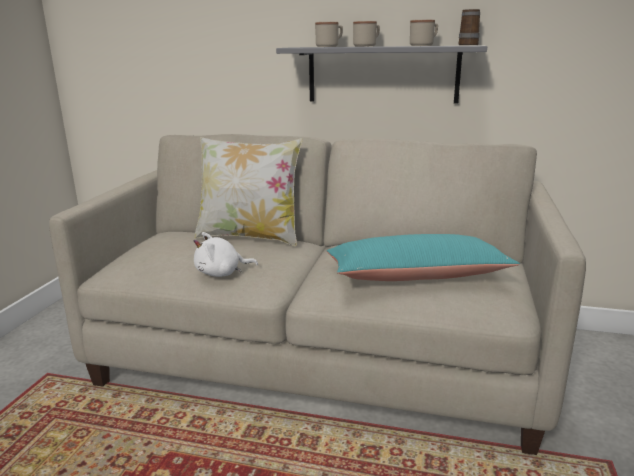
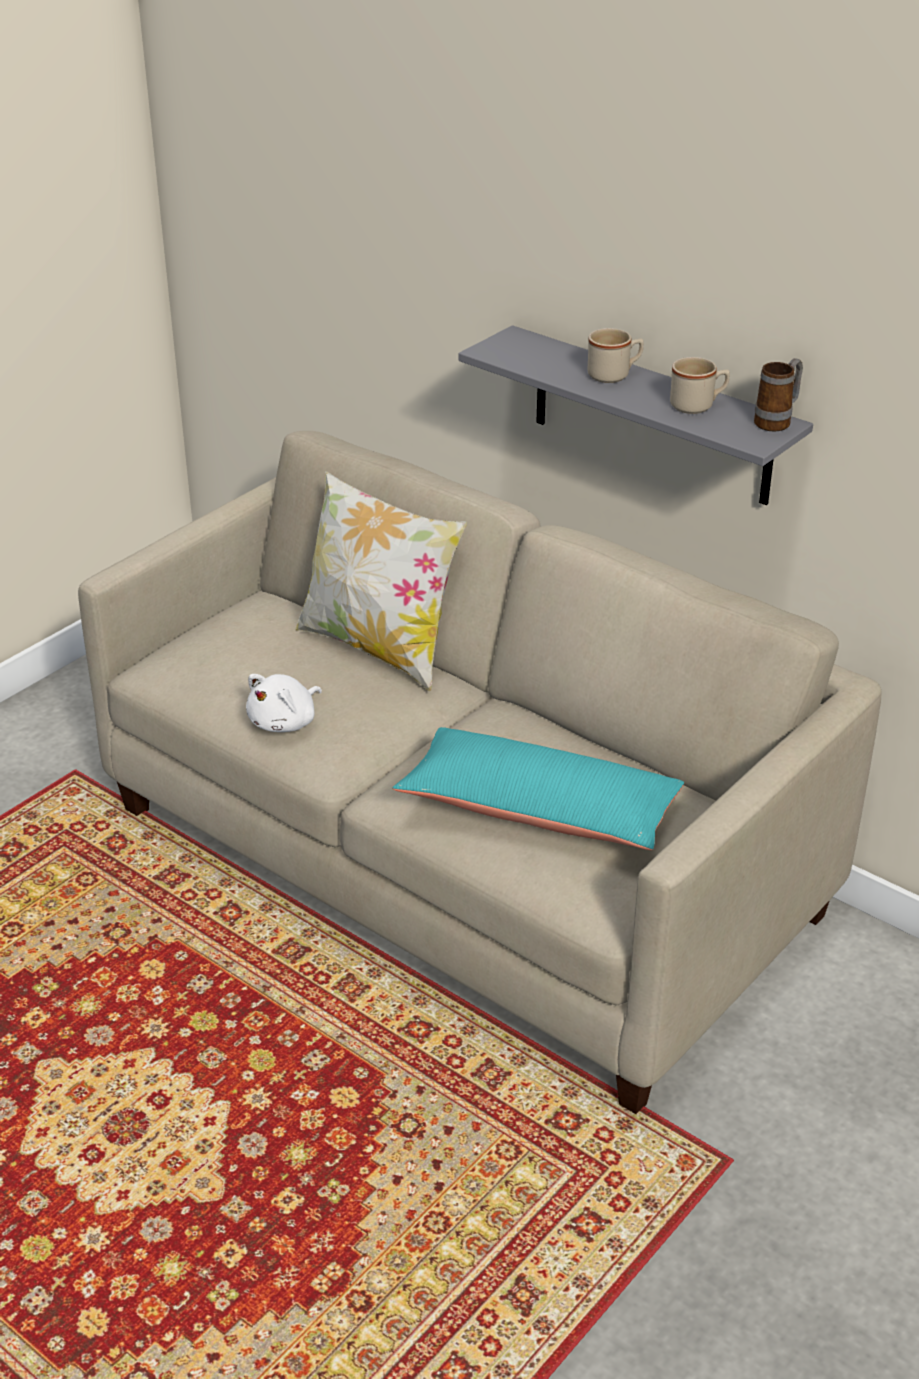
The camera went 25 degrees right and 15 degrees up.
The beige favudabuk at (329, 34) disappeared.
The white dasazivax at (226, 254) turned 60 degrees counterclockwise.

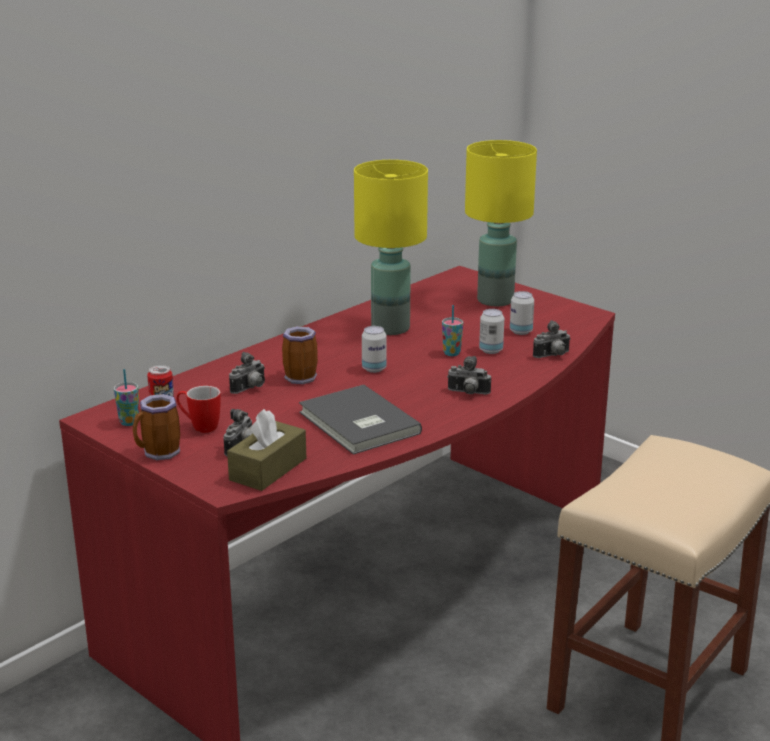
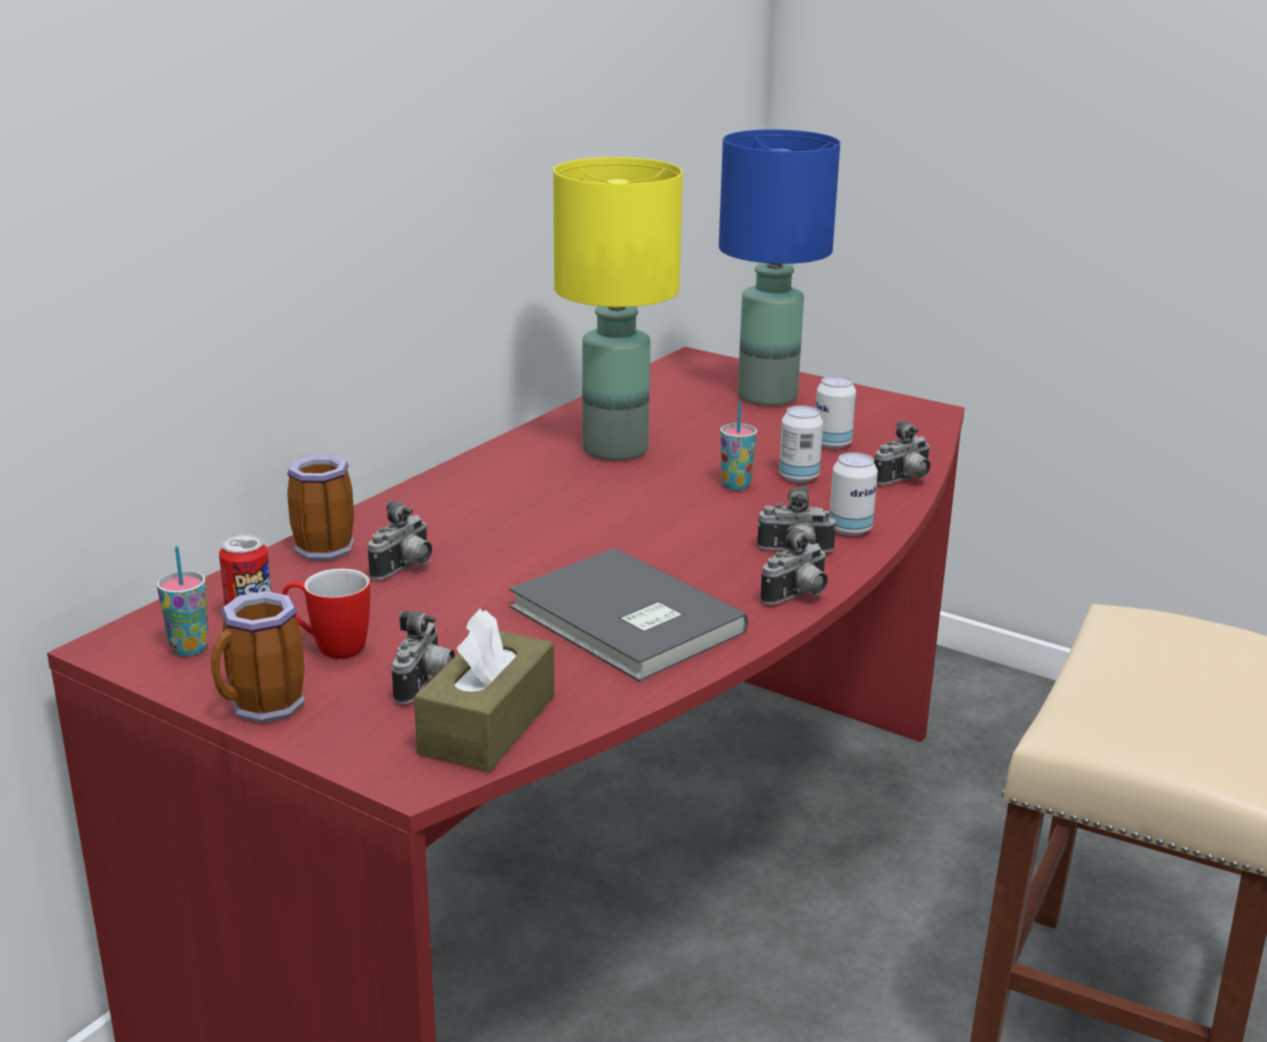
The camera went 10 degrees left and 0 degrees up.
The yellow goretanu at (501, 223) became the blue goretanu at (779, 267).
The favudabuk moved from (300, 355) to (320, 507).
The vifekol moved from (374, 349) to (853, 494).
The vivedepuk at (794, 565) appeared.

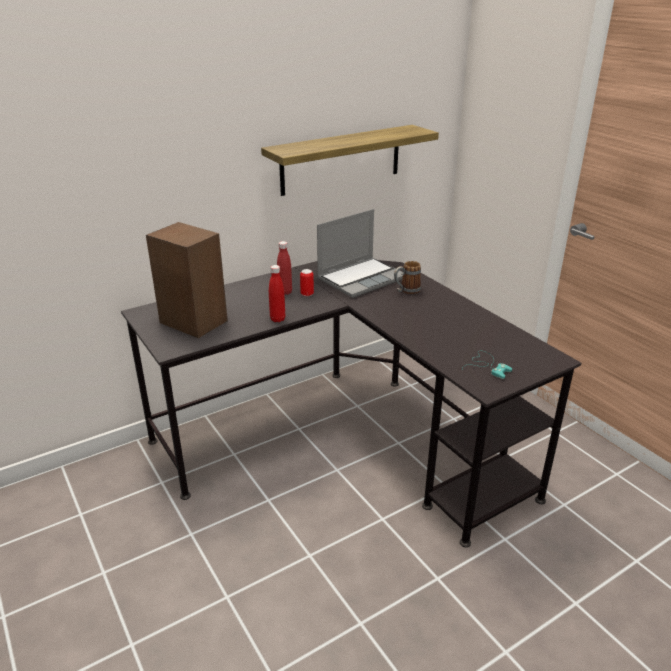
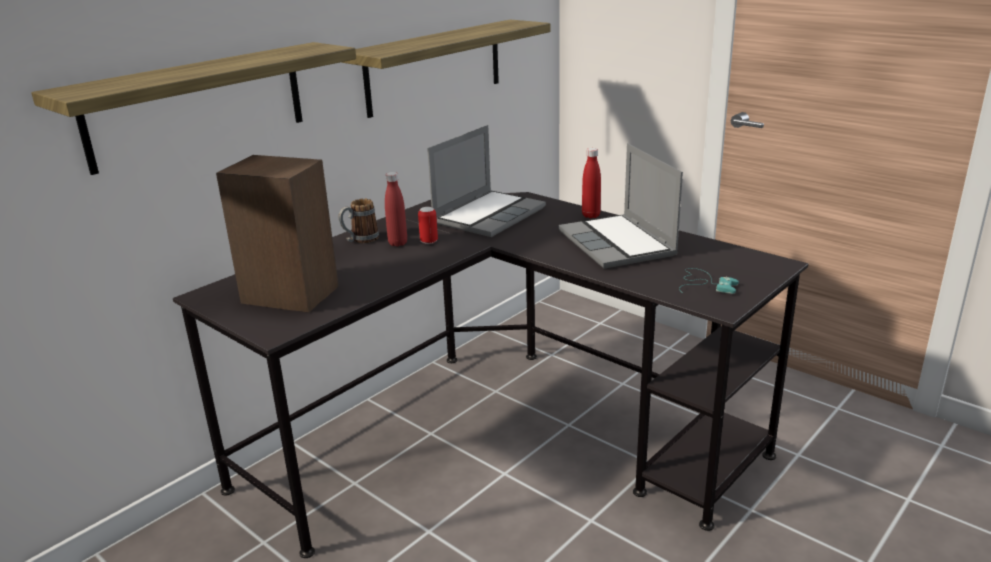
The camera went 15 degrees left and 5 degrees down.
The favudabuk moved from (407, 277) to (359, 221).
The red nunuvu moved from (277, 293) to (591, 183).
The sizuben at (193, 108) appeared.
The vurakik at (620, 206) appeared.

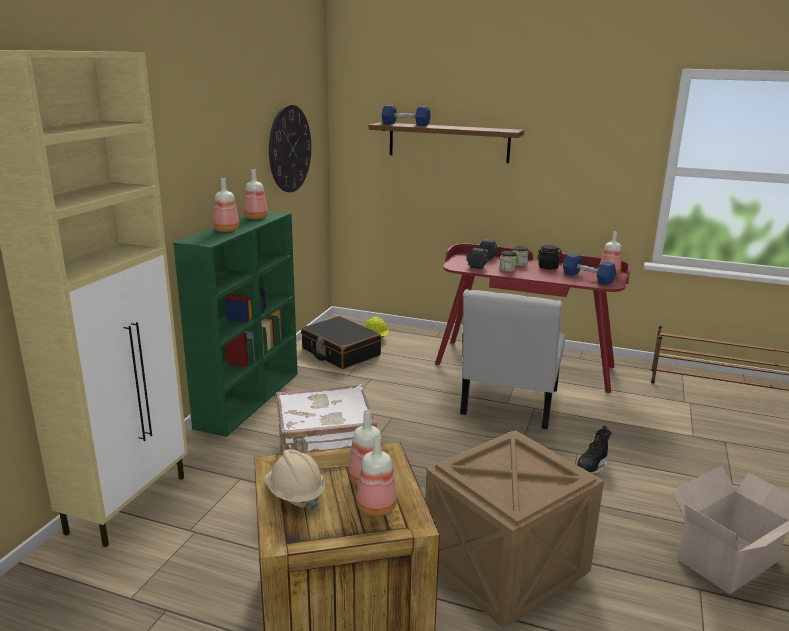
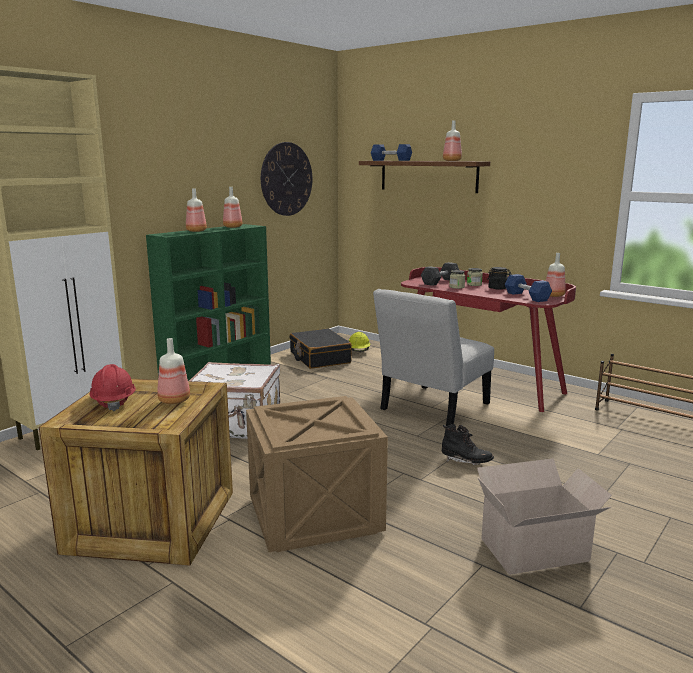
The camera went 20 degrees right and 5 degrees down.
The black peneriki at (594, 450) turned 120 degrees counterclockwise.
The nunuvu moved from (377, 475) to (452, 140).
The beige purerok at (294, 479) became the red purerok at (112, 388).

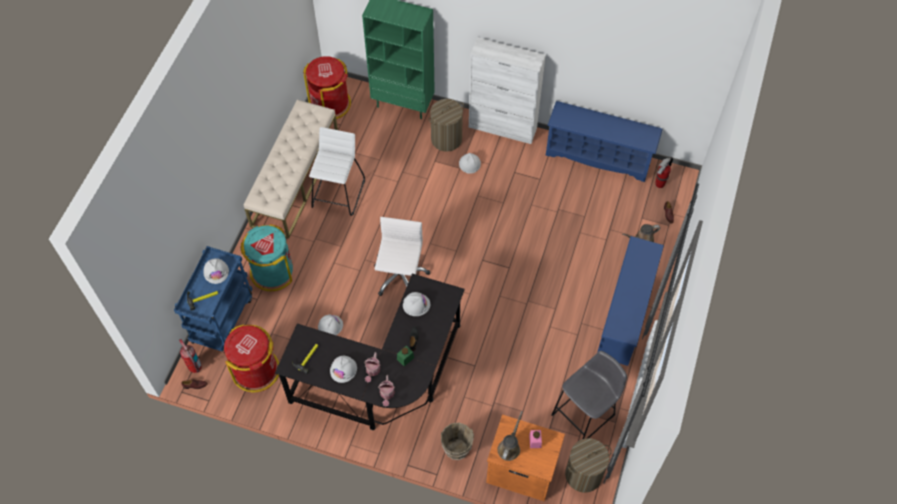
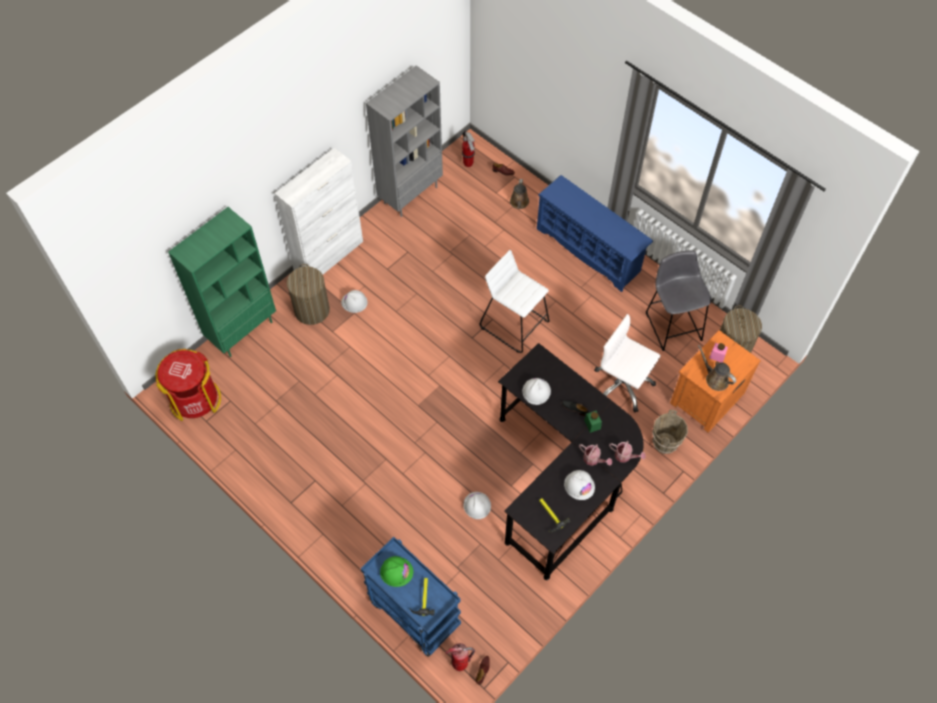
The camera went 65 degrees left and 0 degrees up.
The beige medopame at (291, 169) disappeared.
The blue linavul at (604, 141) was replaced by the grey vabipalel at (404, 141).
The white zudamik moved from (337, 171) to (514, 301).
The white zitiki moved from (402, 256) to (627, 363).
The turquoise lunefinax at (266, 257) disappeared.
The white purerok at (216, 271) became the green purerok at (396, 571).
The red lunefinax at (251, 358) disappeared.

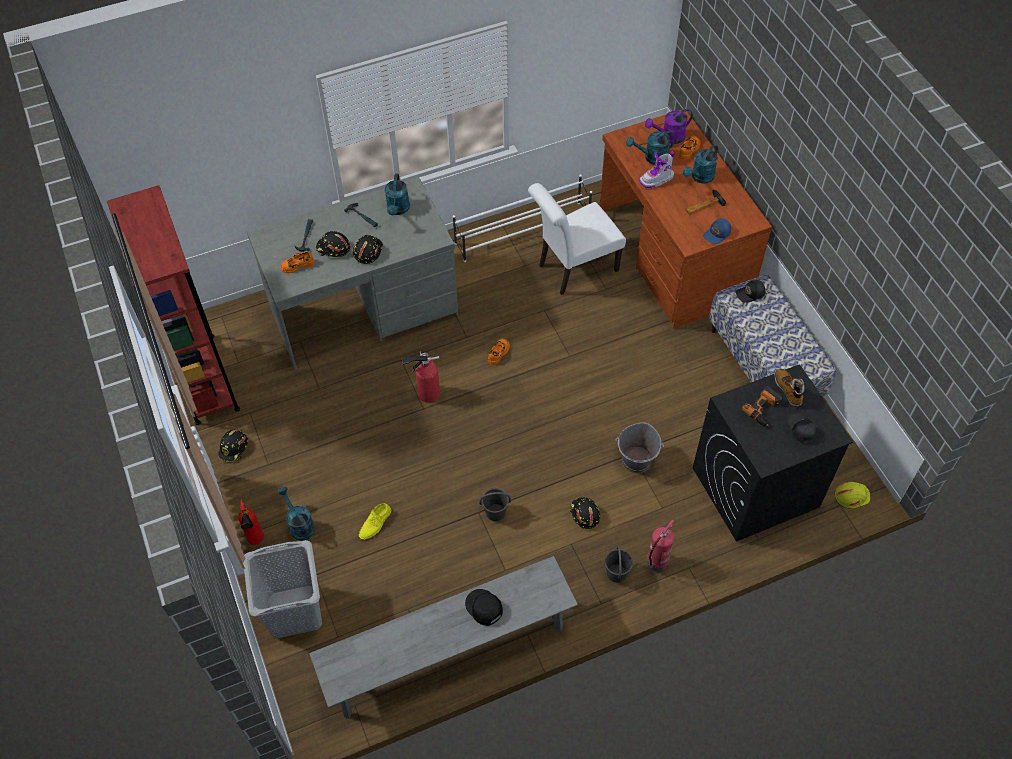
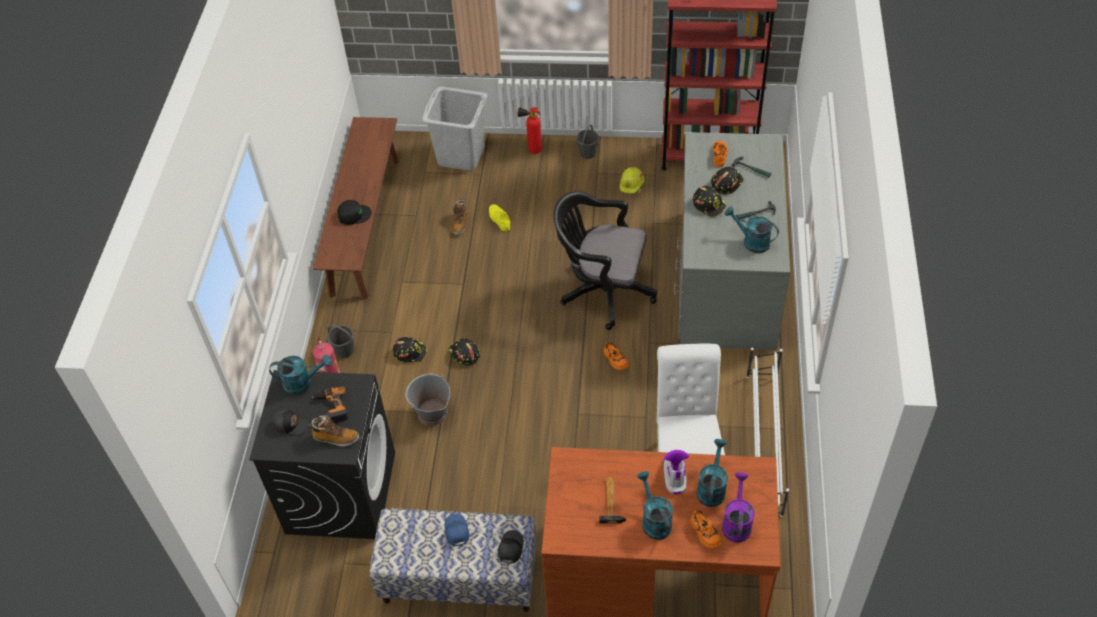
The camera went 120 degrees right and 5 degrees down.
The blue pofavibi moved from (717, 231) to (456, 530).
The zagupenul at (420, 377) was replaced by the black zitiki at (605, 260).
The black purerok moved from (233, 446) to (464, 352).
The yellow purerok moved from (852, 495) to (632, 180).
The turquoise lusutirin moved from (296, 514) to (300, 374).
The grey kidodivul moved from (495, 504) to (587, 141).
The grey medopame at (443, 637) became the brown medopame at (355, 208).
The peneriki at (459, 217) appeared.

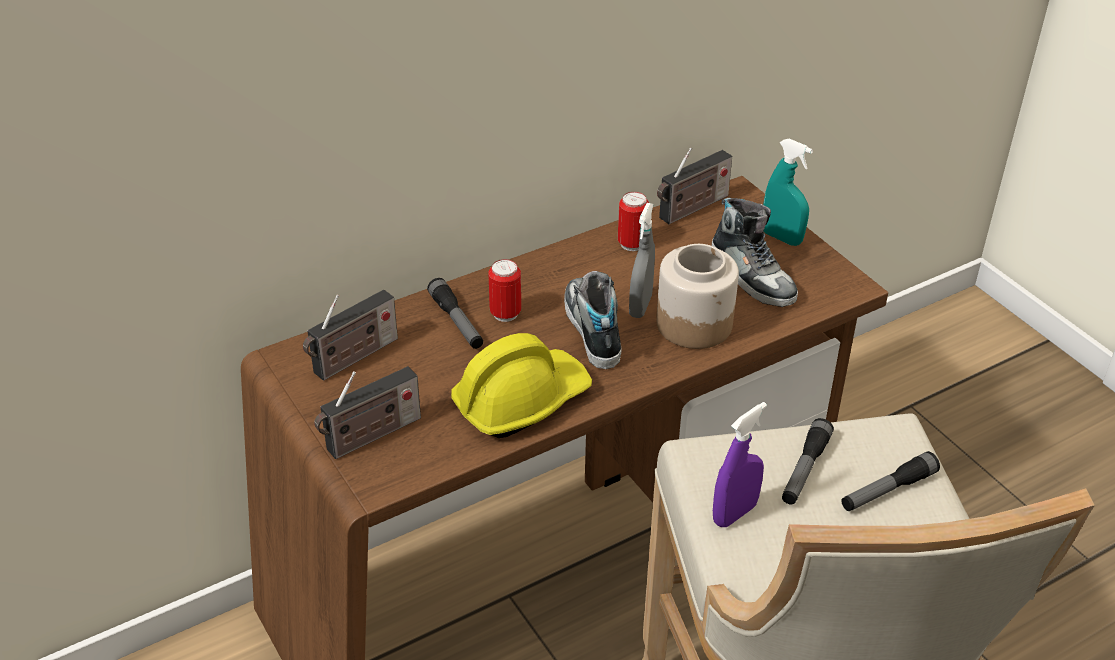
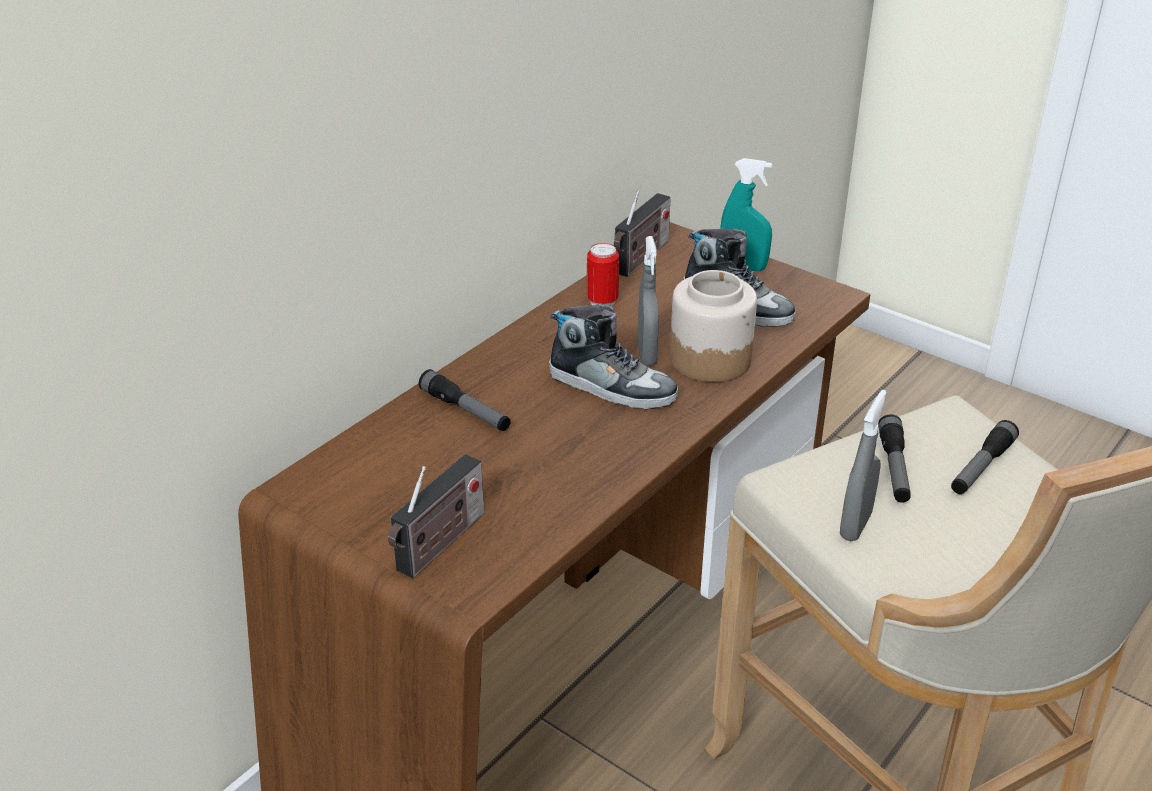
The camera went 20 degrees left and 5 degrees down.
The vifekol at (504, 290) disappeared.
The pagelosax at (593, 320) turned 150 degrees clockwise.
The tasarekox at (350, 335) disappeared.
The yellow purerok at (521, 385) disappeared.
The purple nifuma at (740, 464) became the grey nifuma at (863, 465).

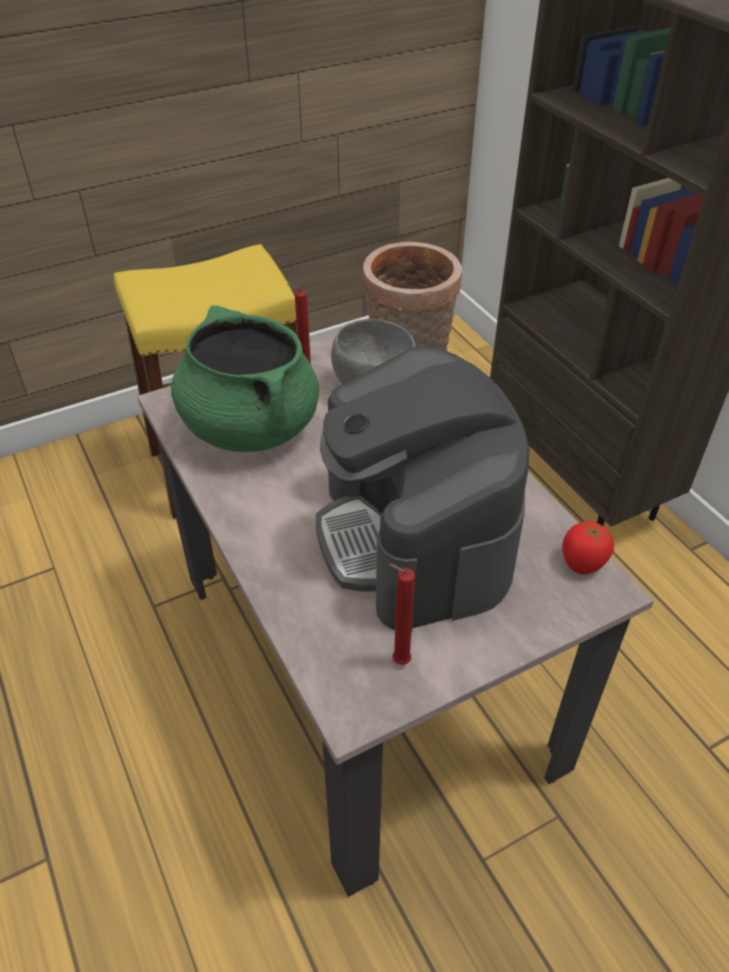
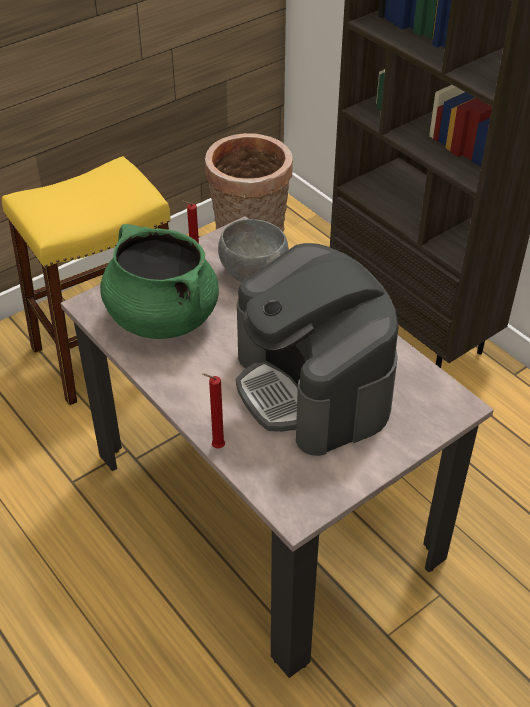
The camera went 10 degrees left and 0 degrees up.
The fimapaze at (588, 547) disappeared.
The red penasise moved from (402, 614) to (214, 410).

